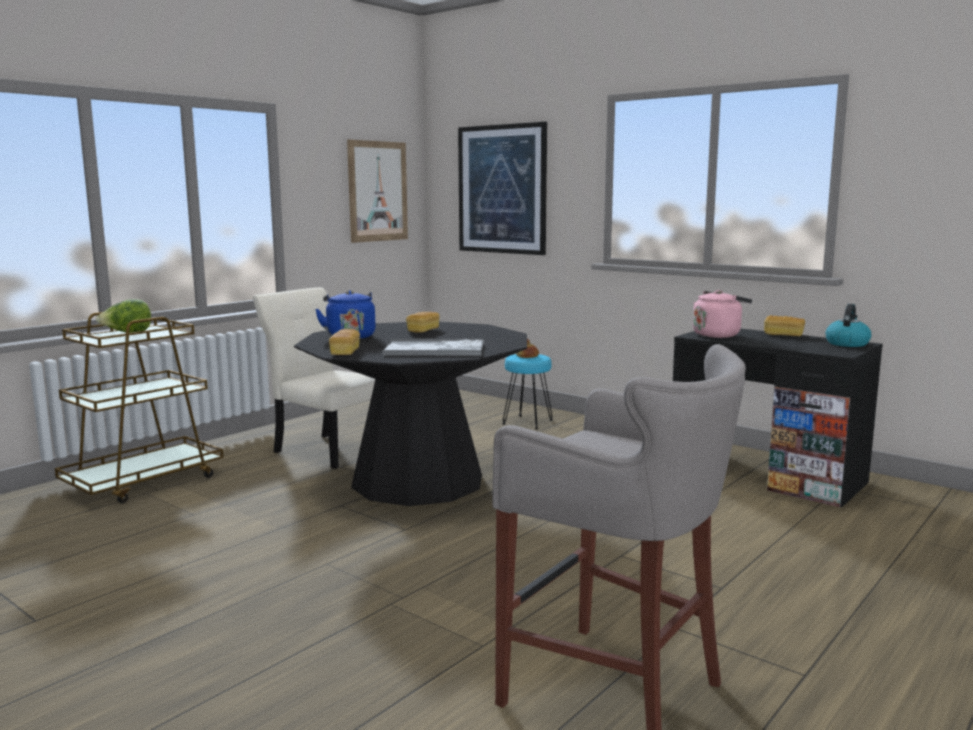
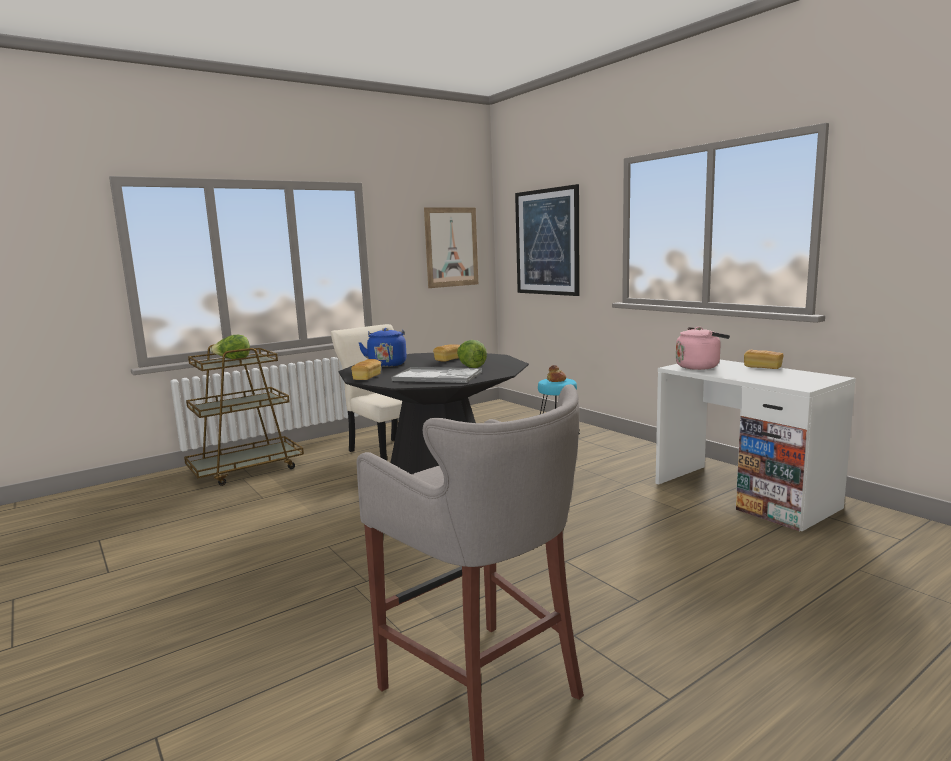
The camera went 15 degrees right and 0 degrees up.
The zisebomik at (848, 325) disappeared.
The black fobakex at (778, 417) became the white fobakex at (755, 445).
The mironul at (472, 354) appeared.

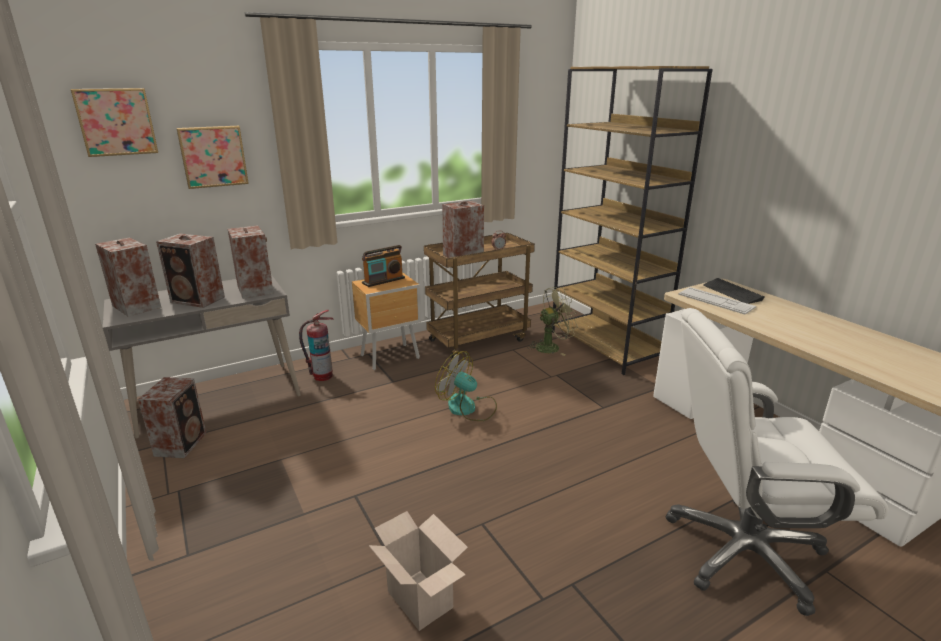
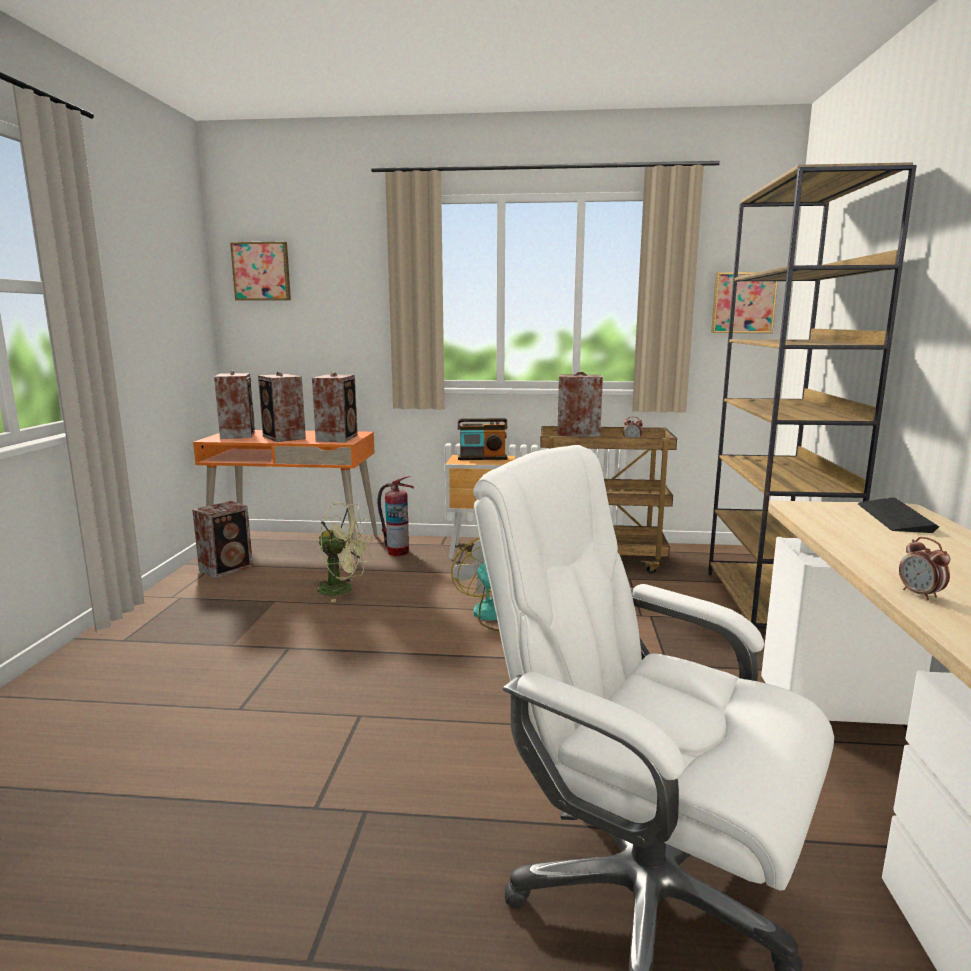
The camera went 35 degrees right and 10 degrees down.
The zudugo moved from (212, 157) to (744, 302).
The grey fobakex at (202, 357) became the orange fobakex at (285, 496).
The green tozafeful moved from (552, 321) to (343, 552).
The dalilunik at (717, 301) disappeared.
The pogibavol at (418, 571) disappeared.
The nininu at (924, 568) appeared.

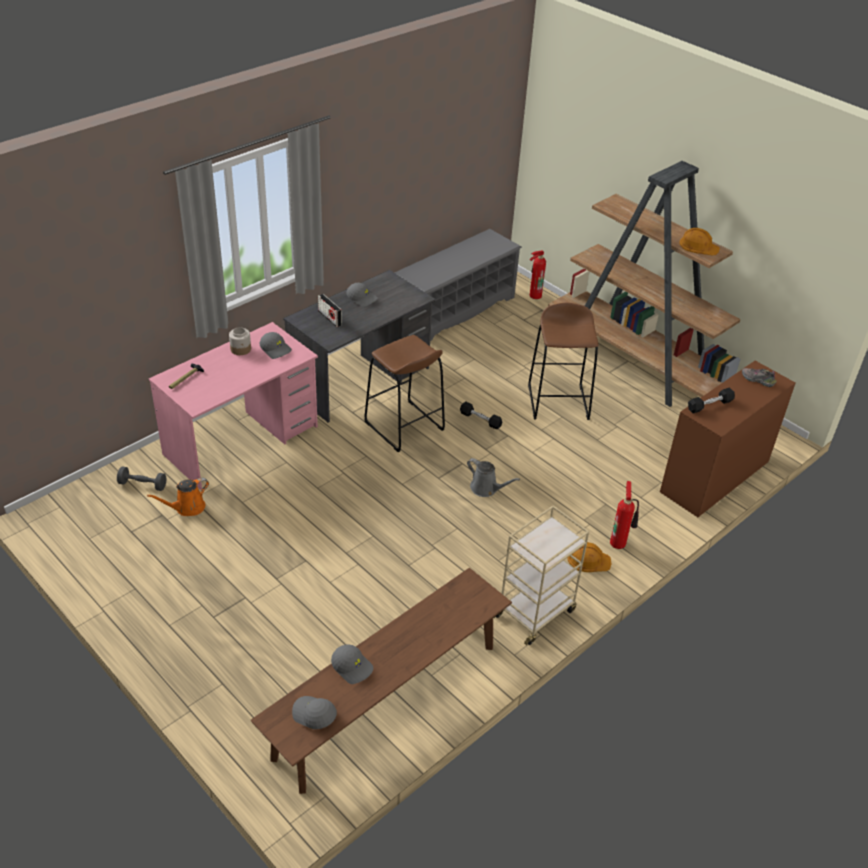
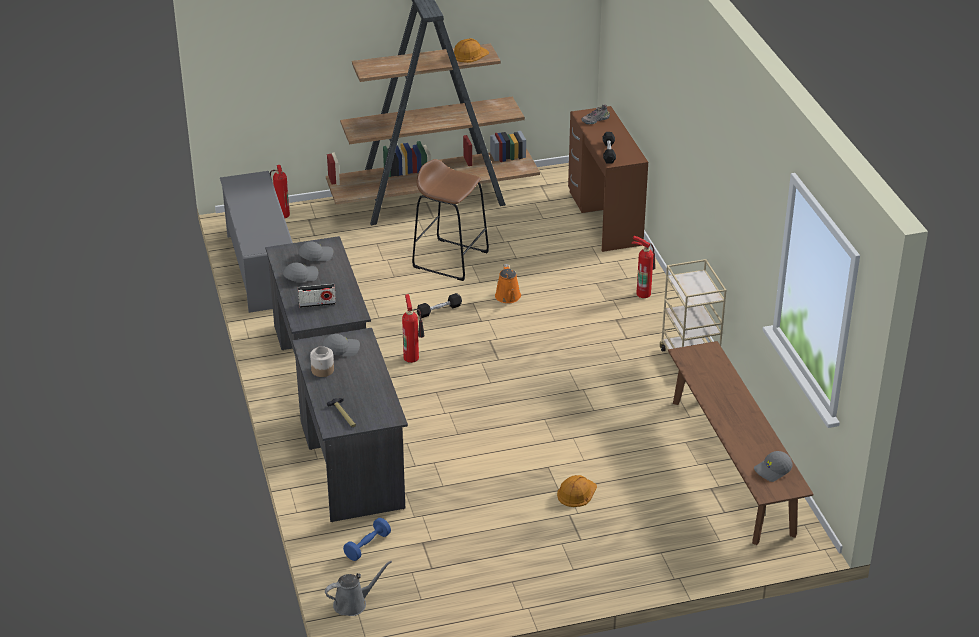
The camera went 60 degrees left and 5 degrees down.
The pink fobakex at (233, 406) became the grey fobakex at (350, 425).
The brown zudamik at (404, 393) was replaced by the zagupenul at (413, 328).
The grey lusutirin moved from (493, 477) to (358, 588).
The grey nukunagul at (142, 478) became the blue nukunagul at (367, 539).
The orange lusutirin moved from (178, 497) to (508, 283).
The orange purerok moved from (589, 557) to (577, 491).
The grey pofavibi moved from (352, 664) to (316, 251).

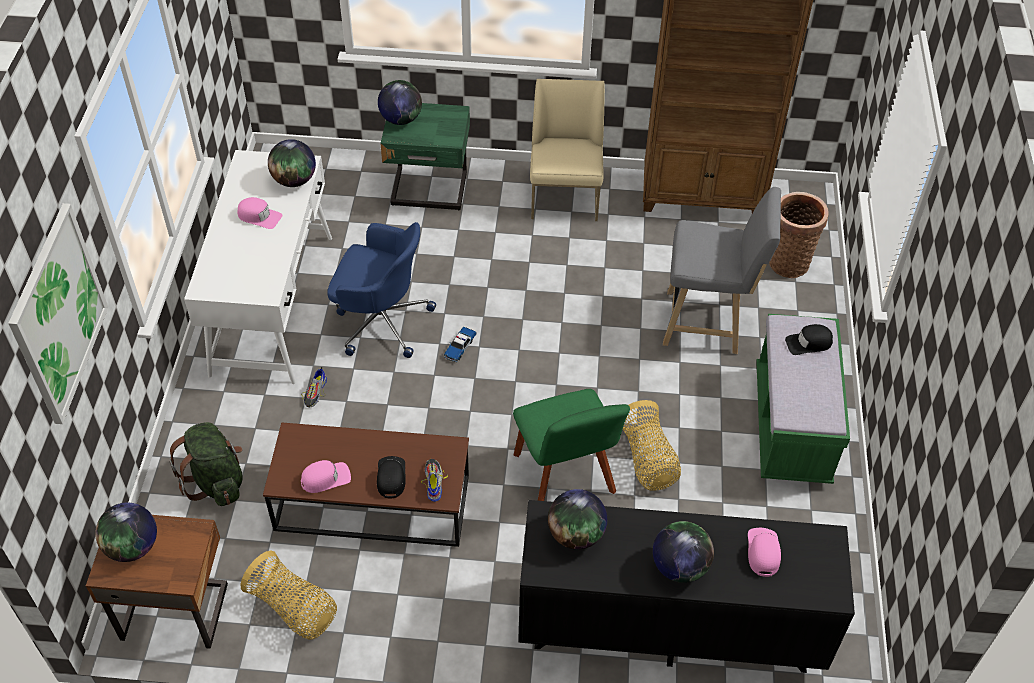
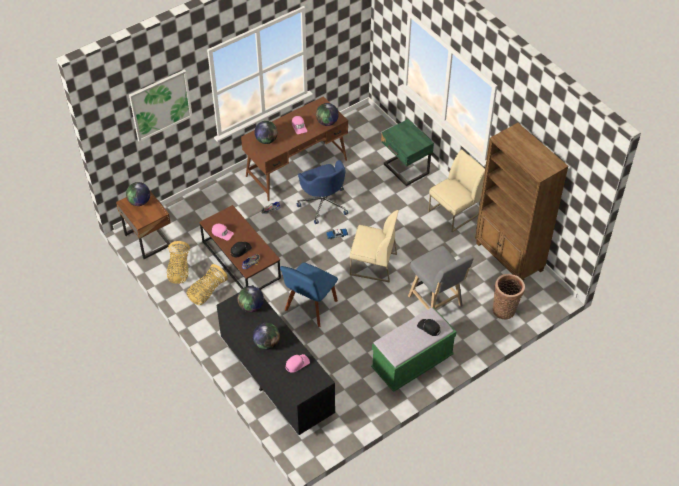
The camera went 50 degrees right and 0 degrees up.
The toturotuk moved from (400, 102) to (266, 132).
The white fobakex at (258, 267) became the brown fobakex at (294, 148).
The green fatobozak at (571, 445) became the blue fatobozak at (309, 294).
The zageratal moved from (652, 445) to (207, 284).
The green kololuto at (206, 464) disappeared.
The beige fatobozak at (374, 246) appeared.

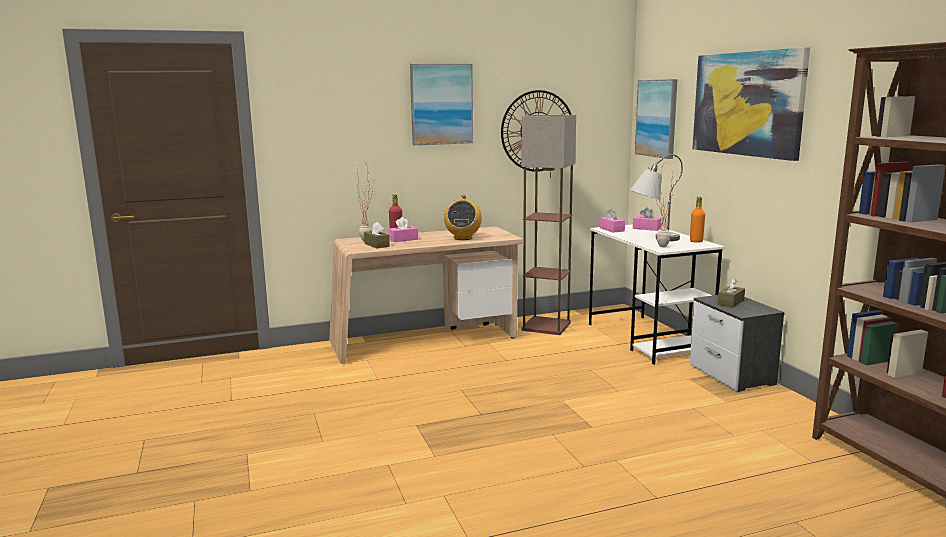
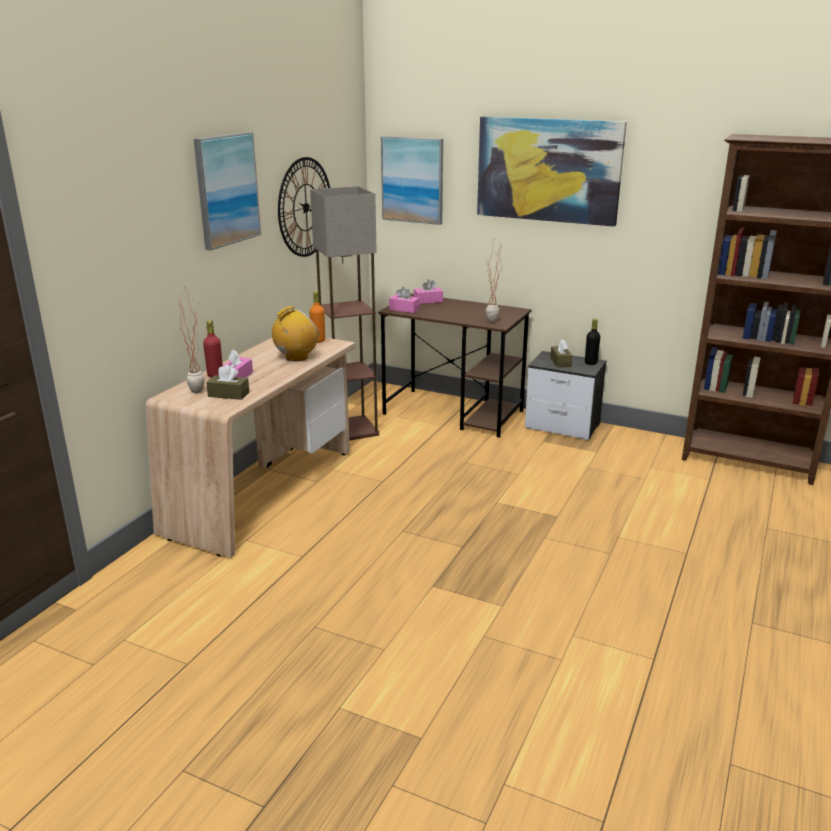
The camera went 45 degrees left and 10 degrees up.
The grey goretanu at (656, 197) disappeared.
The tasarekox at (463, 217) turned 90 degrees counterclockwise.
The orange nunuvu moved from (697, 220) to (317, 317).
The white fobakex at (657, 294) became the brown fobakex at (455, 366).
The black nunuvu at (592, 342) appeared.

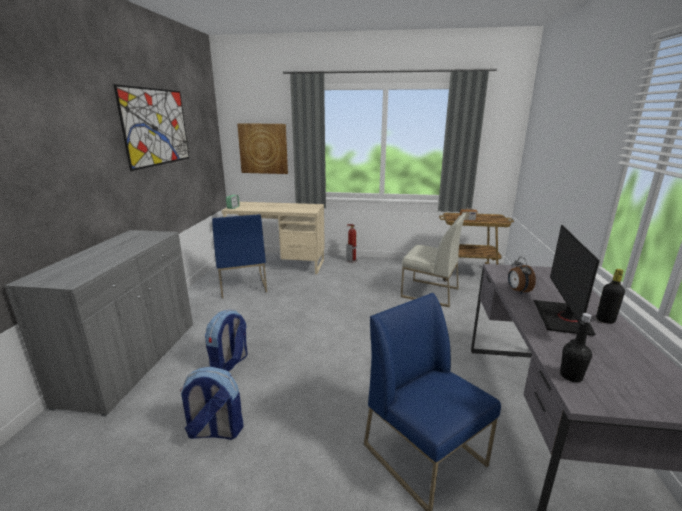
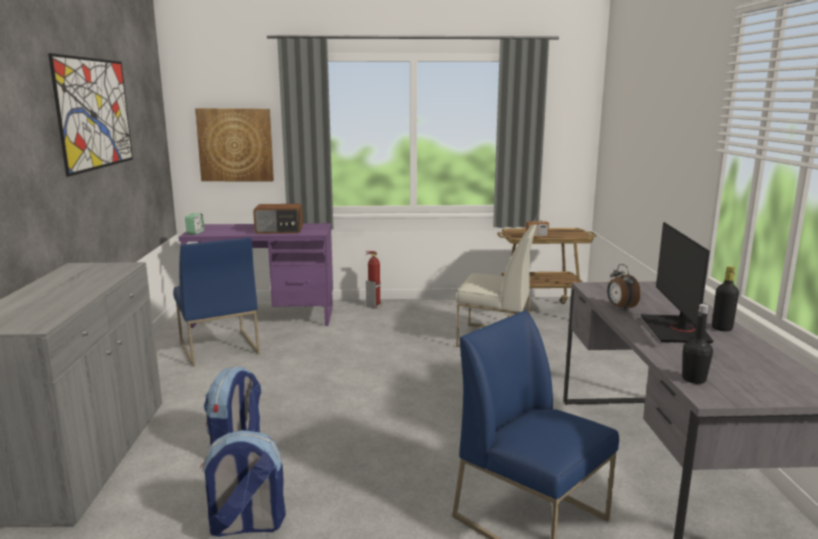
The camera went 10 degrees left and 5 degrees down.
The beige fobakex at (273, 238) became the purple fobakex at (256, 275).
The tasarekox at (278, 219) appeared.

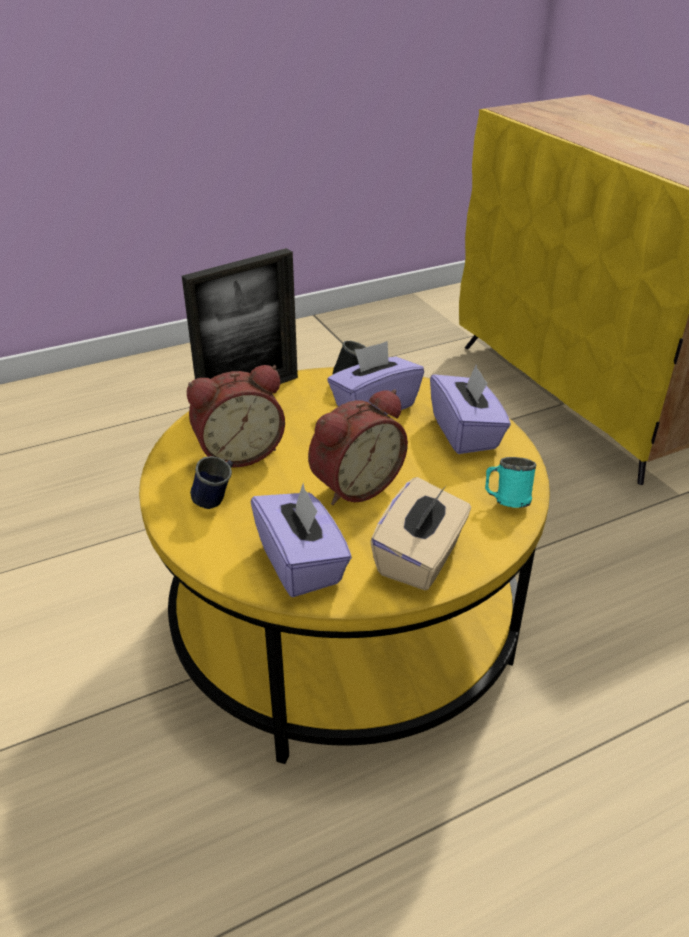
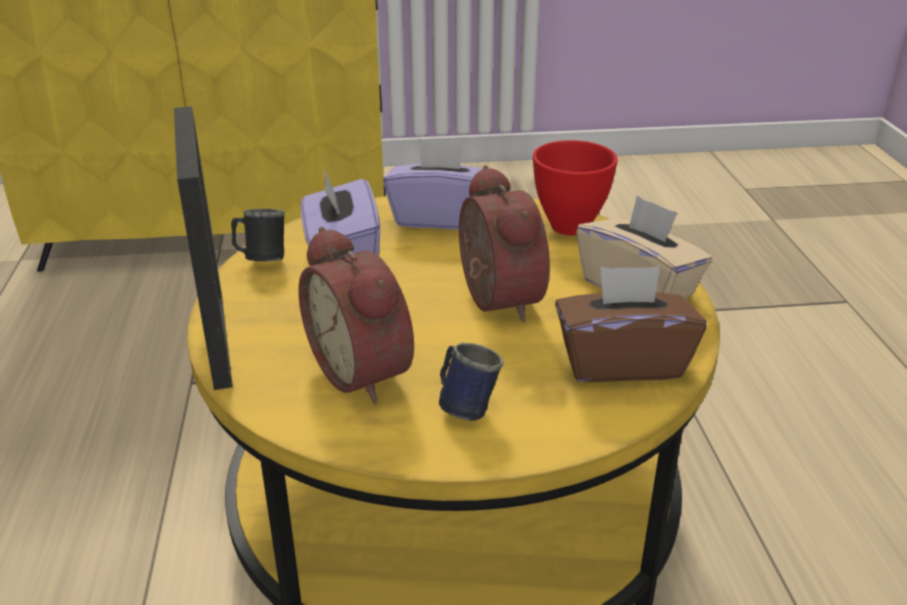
The camera went 70 degrees left and 5 degrees down.
The nininu at (236, 416) turned 150 degrees clockwise.
The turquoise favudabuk at (510, 482) was replaced by the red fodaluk at (575, 187).
The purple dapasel at (301, 540) became the brown dapasel at (631, 324).

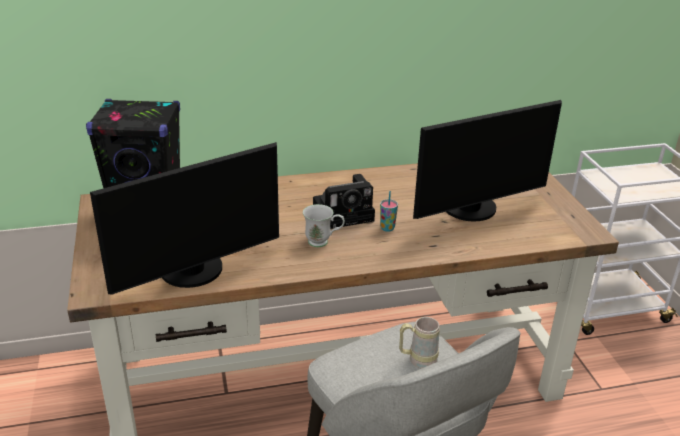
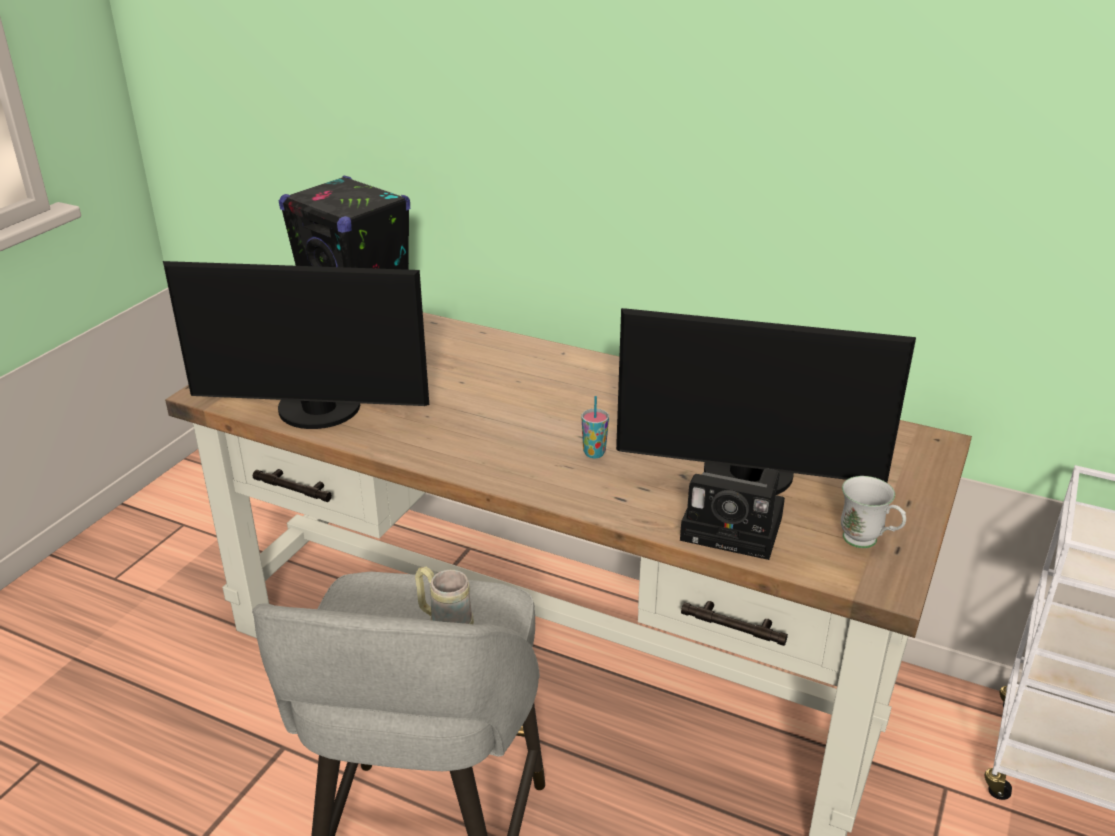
The camera went 40 degrees right and 0 degrees up.
The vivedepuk moved from (344, 201) to (732, 514).
The white favudabuk moved from (324, 225) to (873, 512).

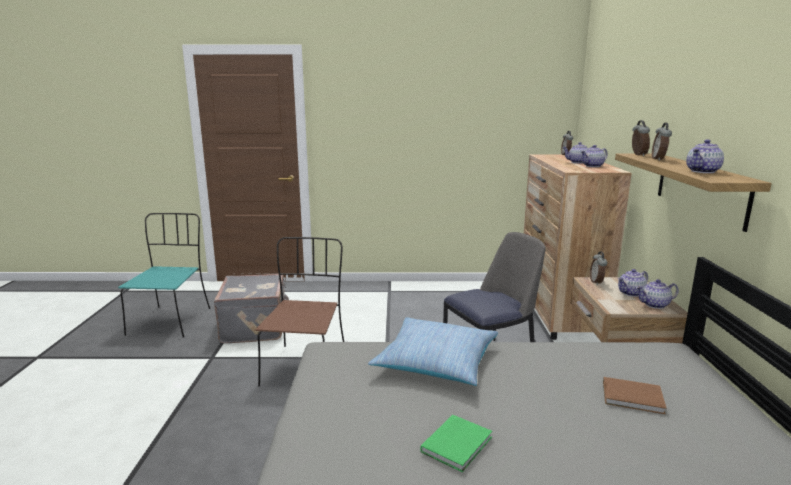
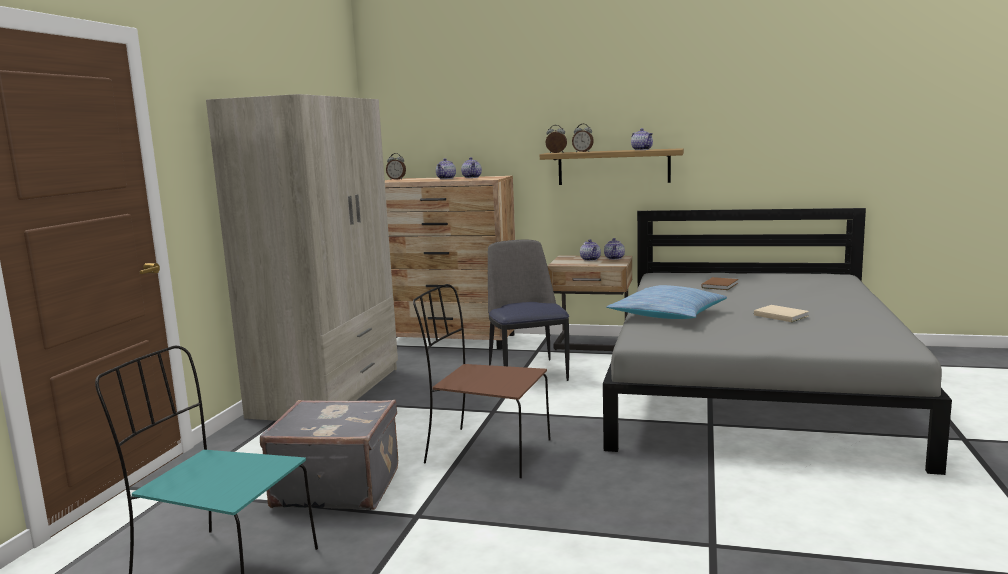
The camera went 75 degrees left and 5 degrees down.
The nininu at (599, 268) disappeared.
The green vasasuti at (456, 443) became the beige vasasuti at (781, 313).
The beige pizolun at (302, 257) appeared.

